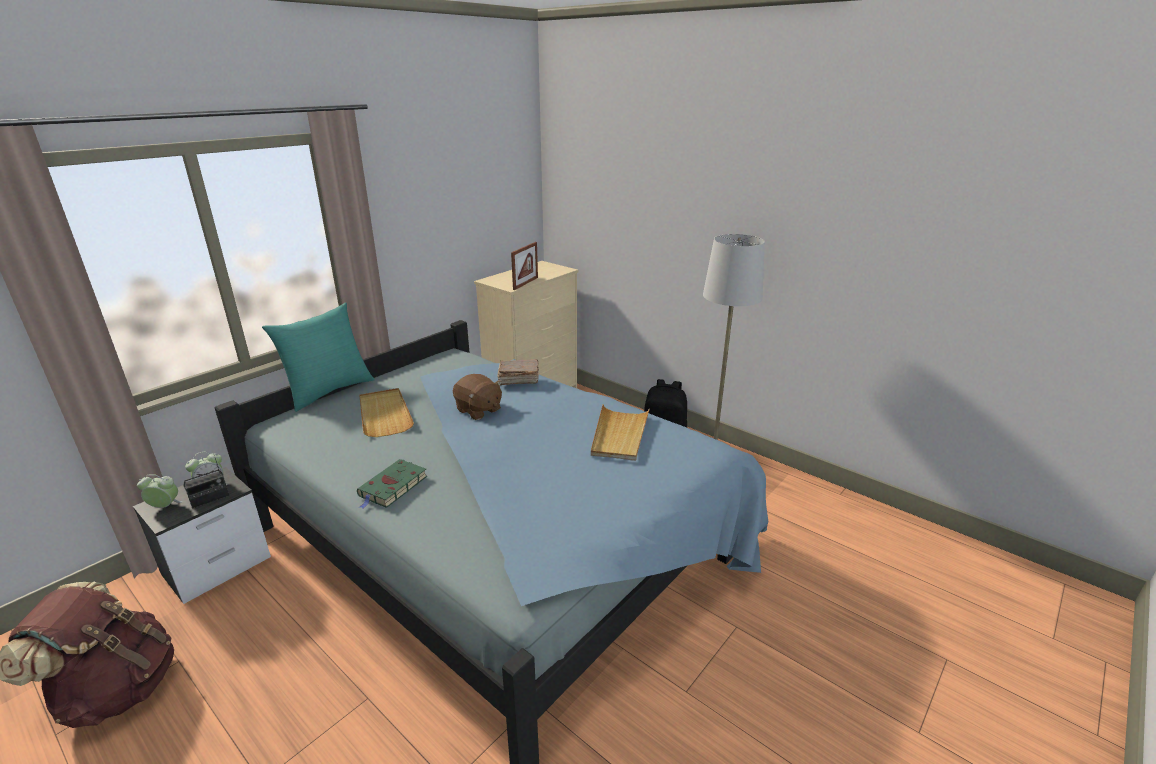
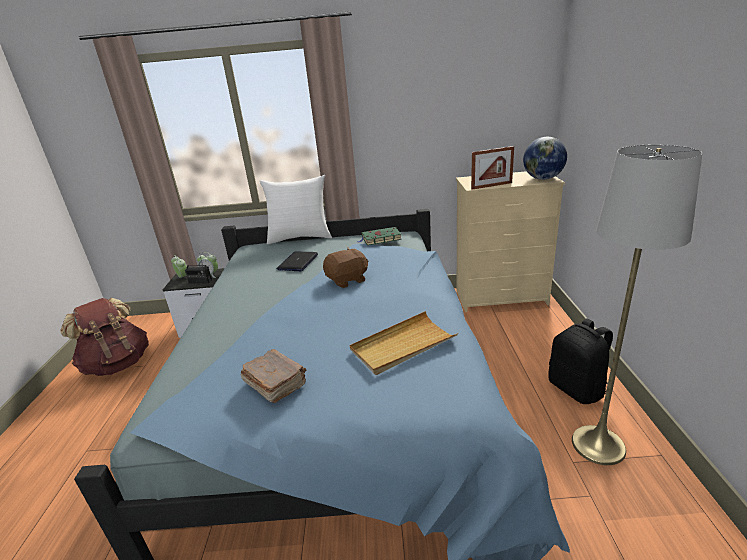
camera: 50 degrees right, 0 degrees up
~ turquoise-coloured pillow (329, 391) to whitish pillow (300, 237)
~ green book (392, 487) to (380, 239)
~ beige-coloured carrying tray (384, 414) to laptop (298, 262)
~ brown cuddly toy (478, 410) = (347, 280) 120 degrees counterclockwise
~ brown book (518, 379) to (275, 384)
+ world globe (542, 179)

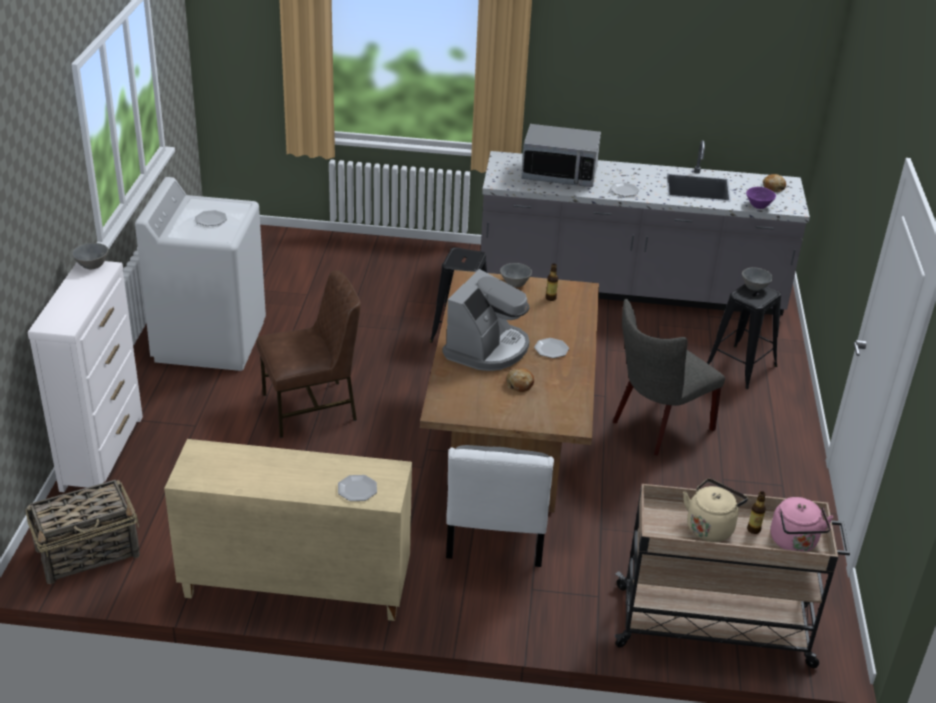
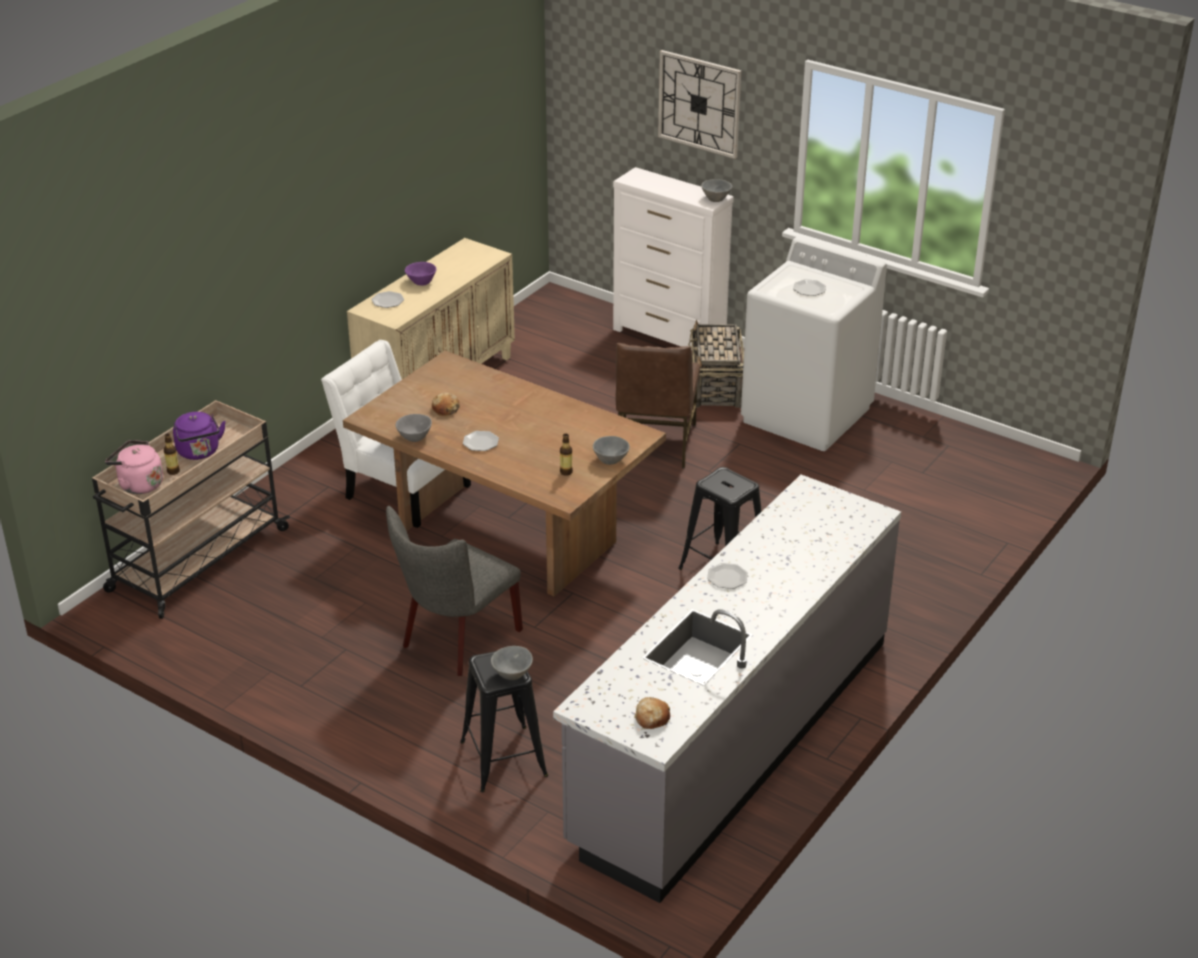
camera: 120 degrees right, 0 degrees up
~ basket (89, 552) to (715, 387)
- coffee machine (487, 349)
- microwave (559, 175)
~ gray chair (657, 427) = (456, 641) 135 degrees counterclockwise
~ beige-coloured tea kettle (710, 527) to purple tea kettle (199, 452)
~ purple deep dish (757, 206) to (421, 281)
+ gray deep dish (414, 437)
+ clock on the wall (699, 103)

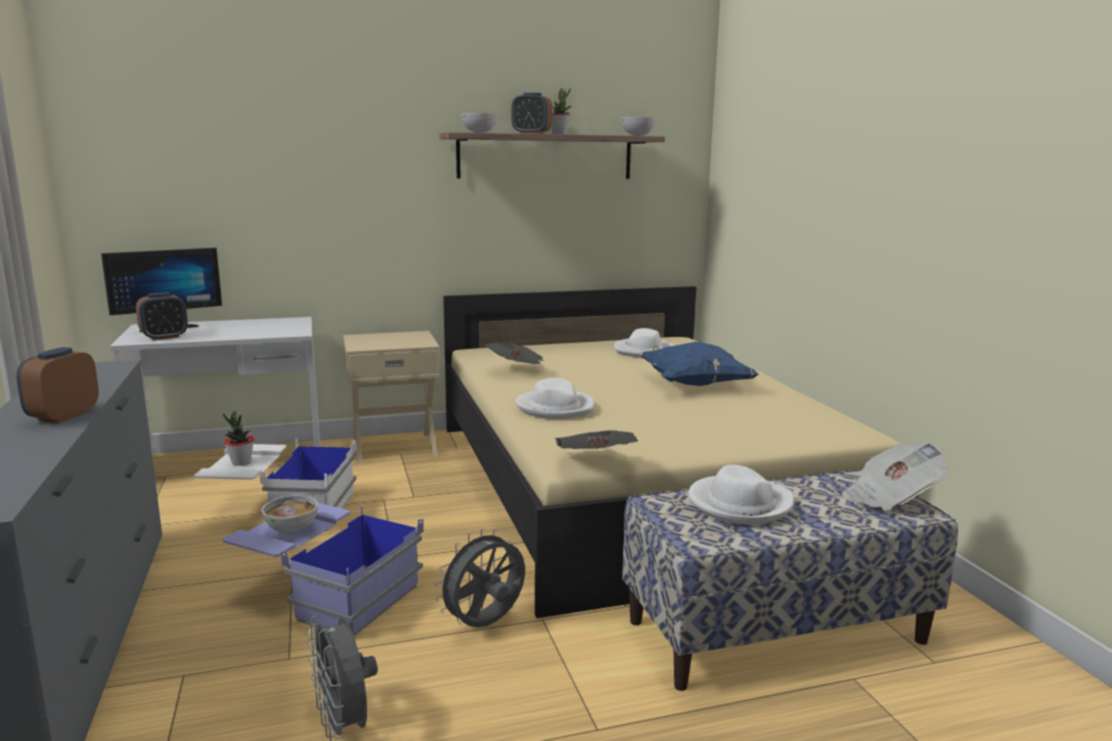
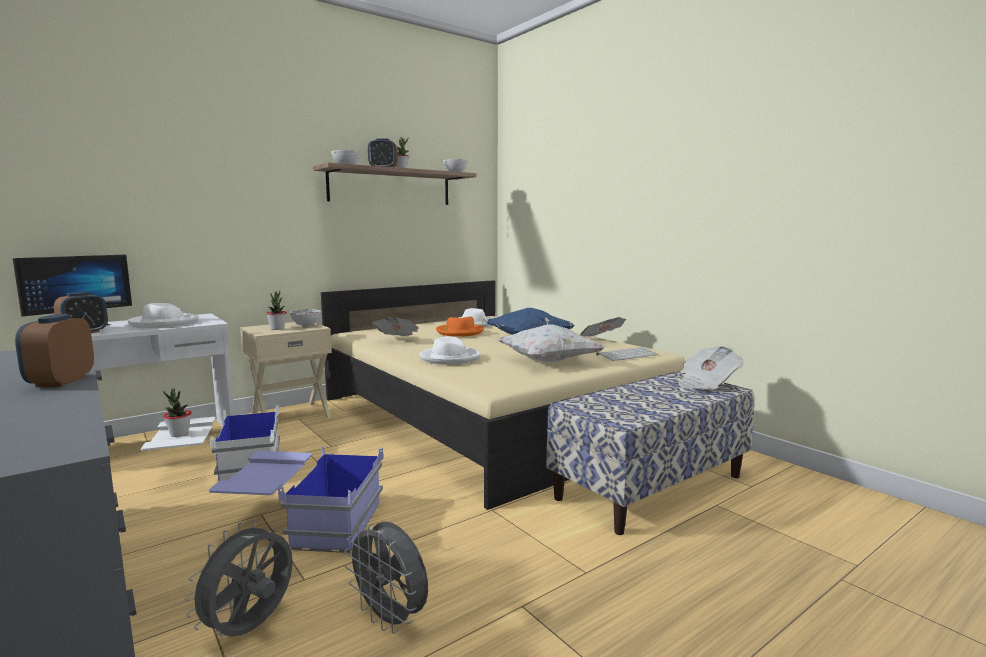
camera: 20 degrees left, 5 degrees down
~ deep dish (292, 530) to (306, 325)
~ gray cooling fan (485, 625) to (251, 629)
~ printed paper (595, 463) to (601, 340)
~ whitish wearable hat (739, 504) to (163, 323)
+ potted plant (277, 329)
+ orange wearable hat (459, 332)
+ whitish pillow (548, 361)
+ PC keyboard (627, 354)

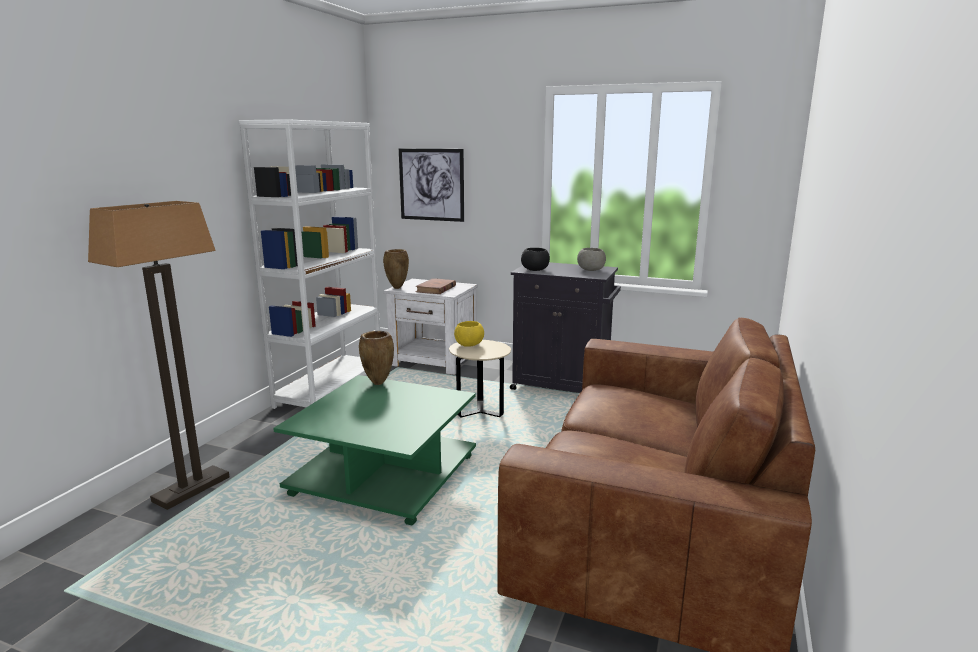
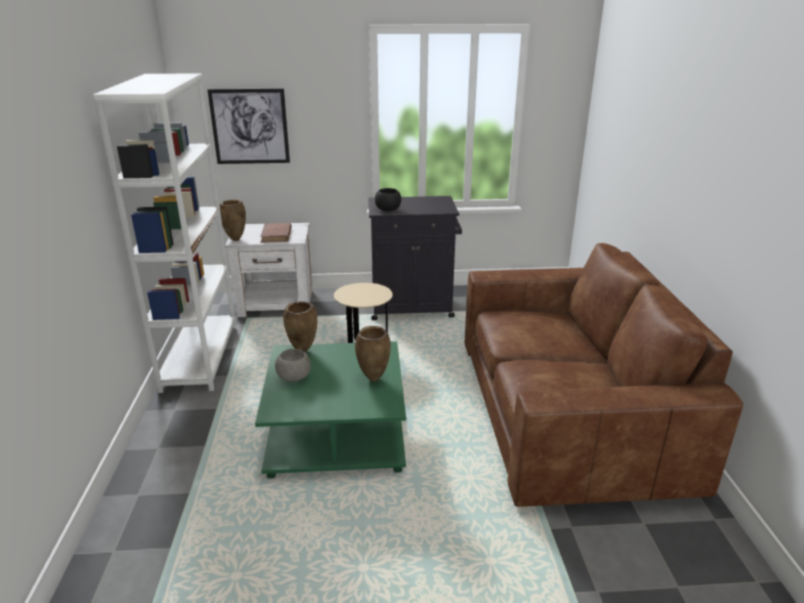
camera: 25 degrees left, 10 degrees up
- standard lamp (192, 488)
- yellowish deep dish (469, 345)
~ gray deep dish (590, 270) to (293, 377)
+ brown vase (373, 379)

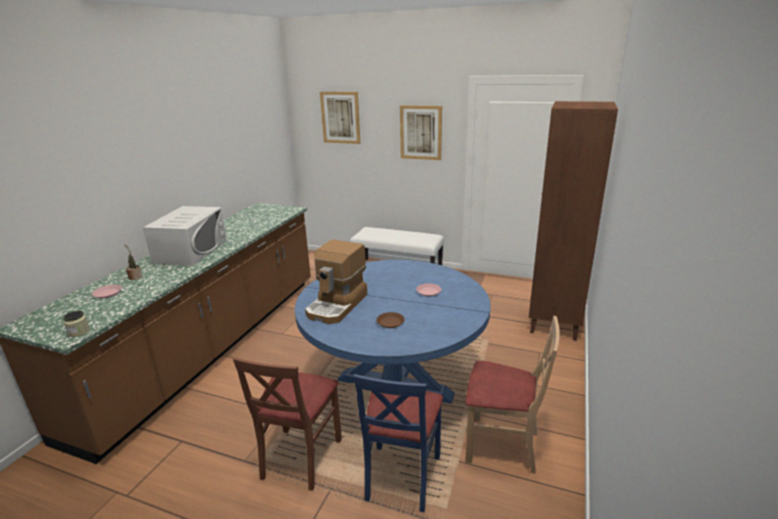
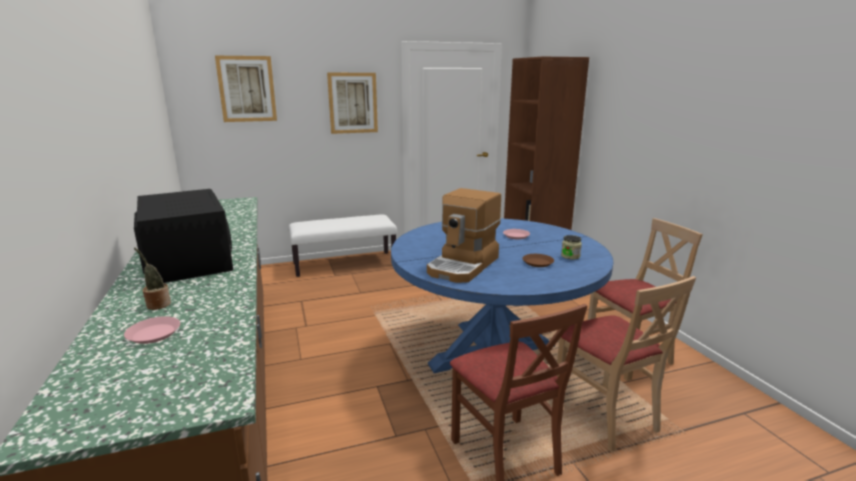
camera: 40 degrees left, 5 degrees down
~ storage jar (79, 332) to (570, 256)
~ whitish microwave (191, 251) to black-coloured microwave (188, 259)
~ coffee machine (337, 305) = (464, 266) 45 degrees clockwise
~ blue chair (401, 476) to beige-coloured chair (605, 416)

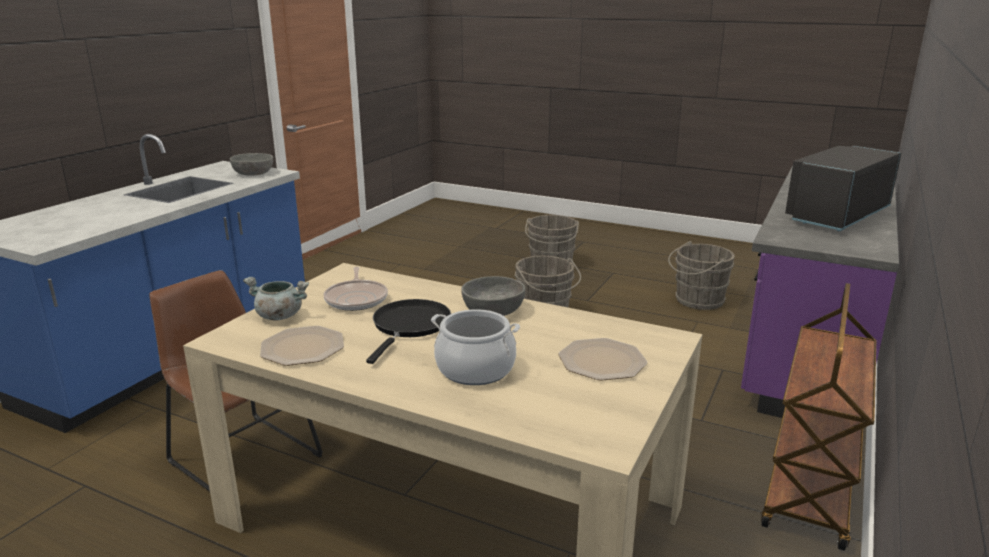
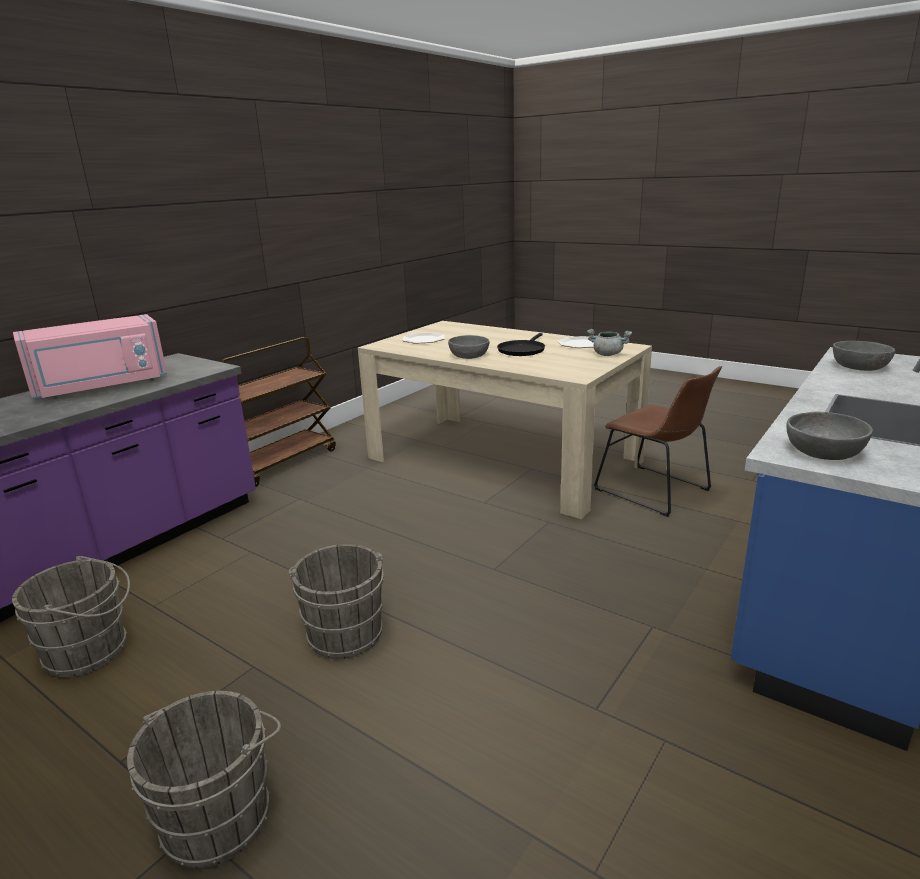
camera: 170 degrees left, 0 degrees up
- frying pan (357, 299)
- cooking pot (475, 369)
~ black-coloured microwave (835, 215) to pinkish microwave (101, 386)
+ gray deep dish (859, 367)

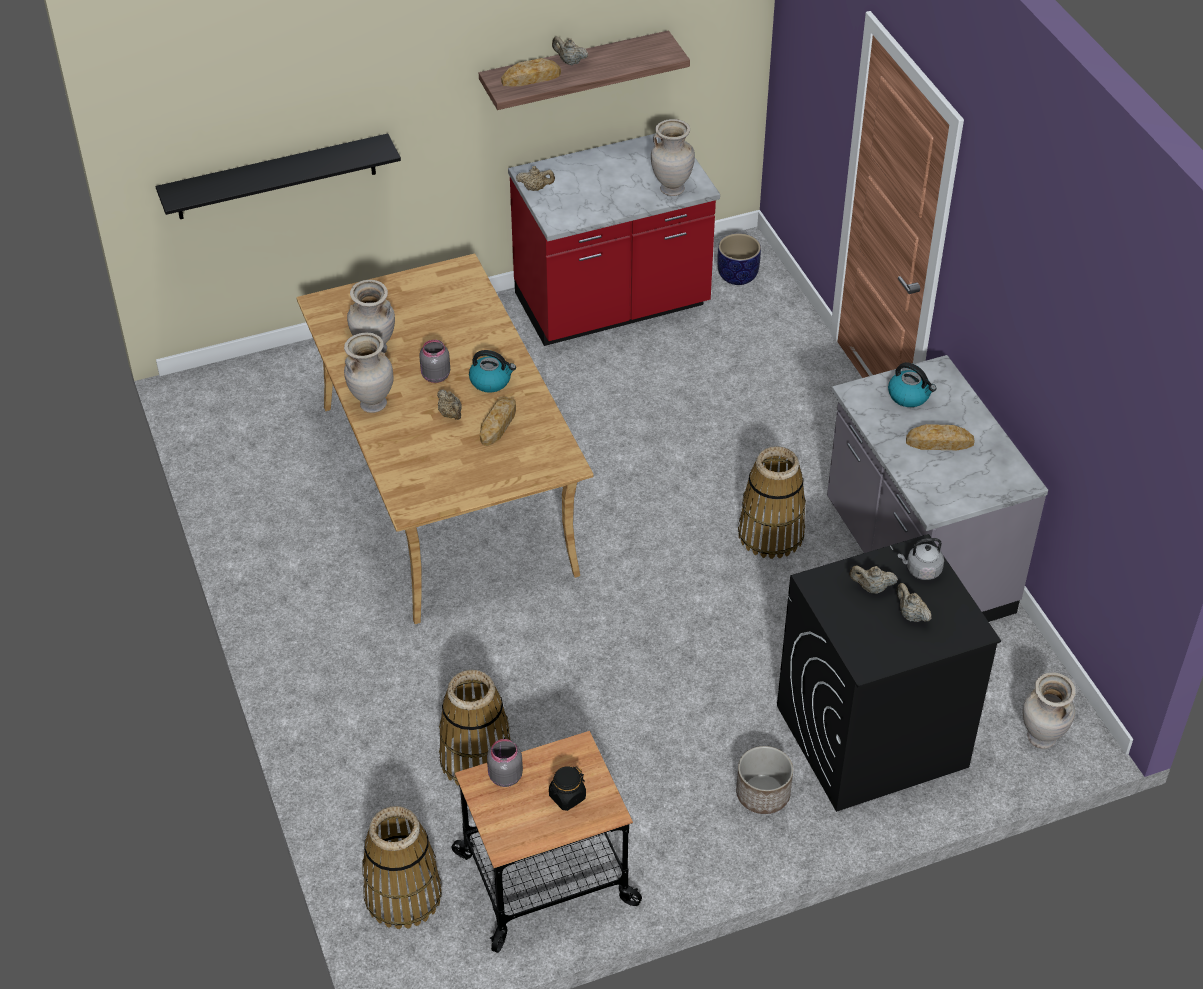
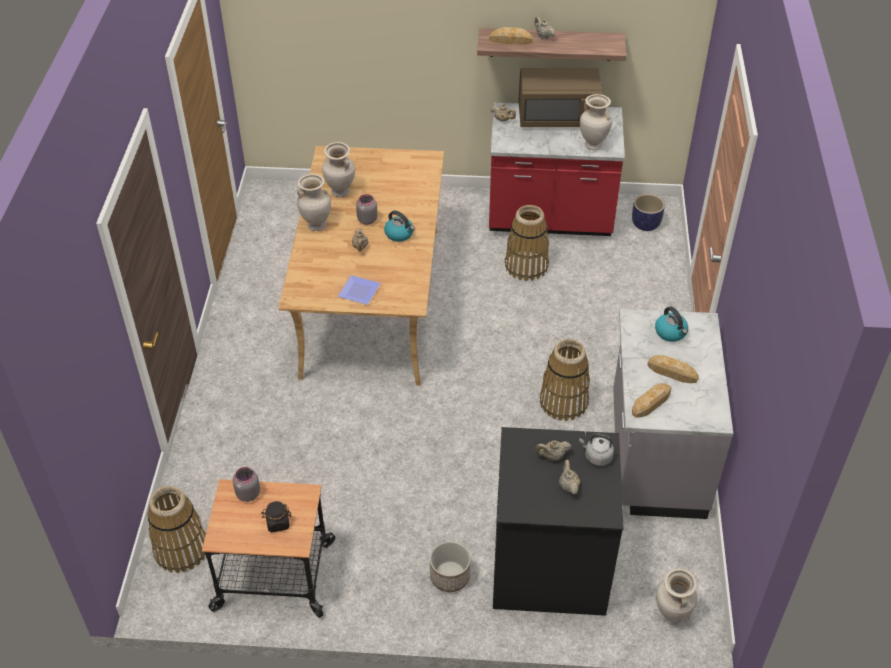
camera: 25 degrees right, 0 degrees up
- black-coloured shelf (276, 177)
~ basket (476, 758) to (526, 266)
~ bakery bread (498, 424) to (651, 402)
~ beige-coloured teapot (871, 588) = (552, 456) 45 degrees counterclockwise
+ plate (358, 290)
+ brown microwave (558, 117)

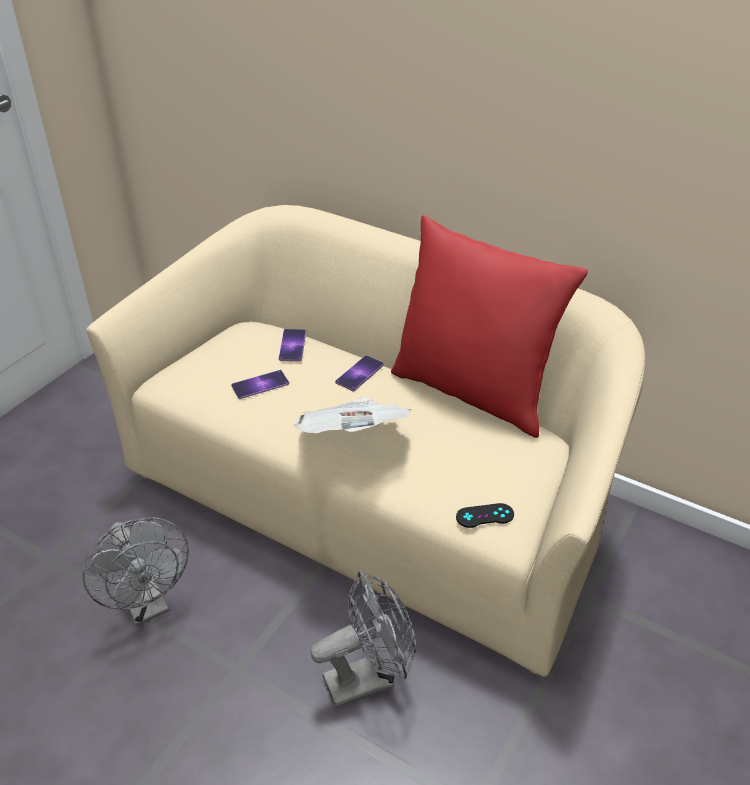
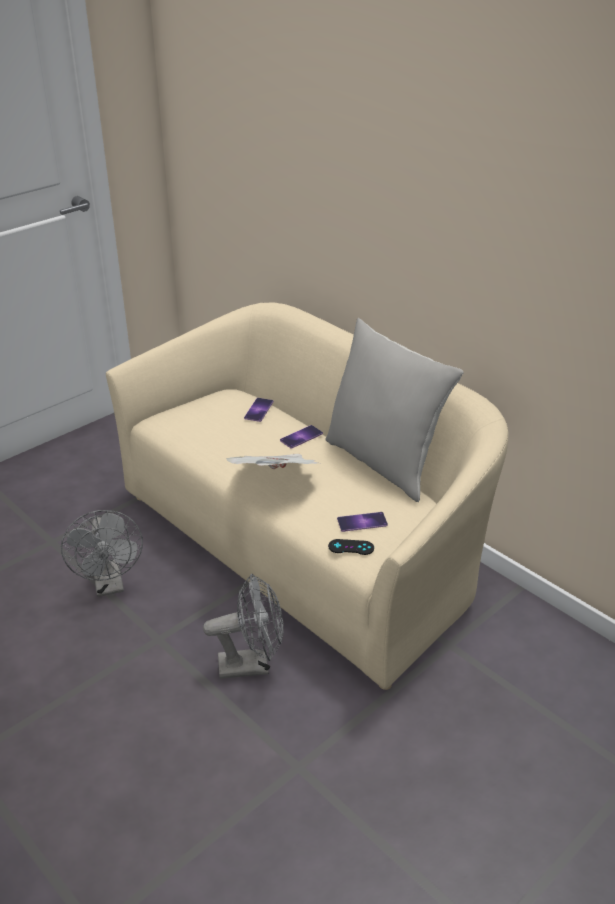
camera: 15 degrees right, 5 degrees down
~ handset (260, 384) to (362, 522)
~ reddish pillow (473, 391) to gray pillow (384, 463)

